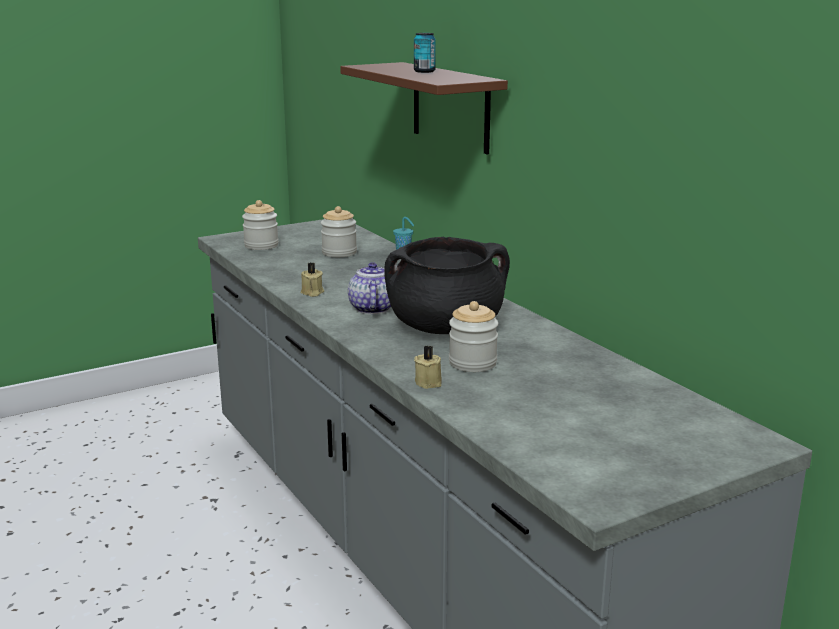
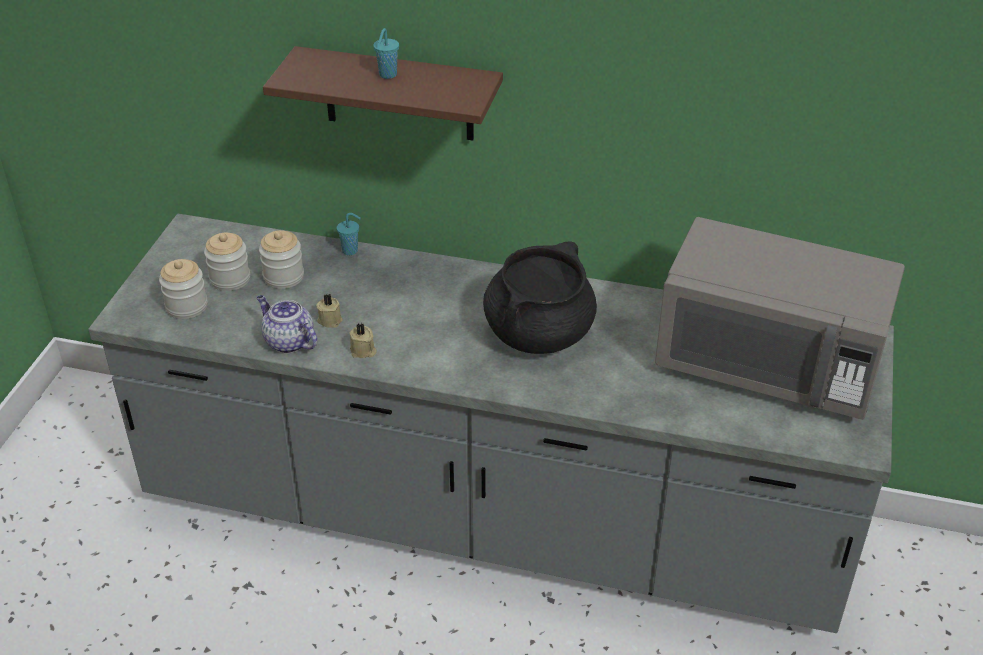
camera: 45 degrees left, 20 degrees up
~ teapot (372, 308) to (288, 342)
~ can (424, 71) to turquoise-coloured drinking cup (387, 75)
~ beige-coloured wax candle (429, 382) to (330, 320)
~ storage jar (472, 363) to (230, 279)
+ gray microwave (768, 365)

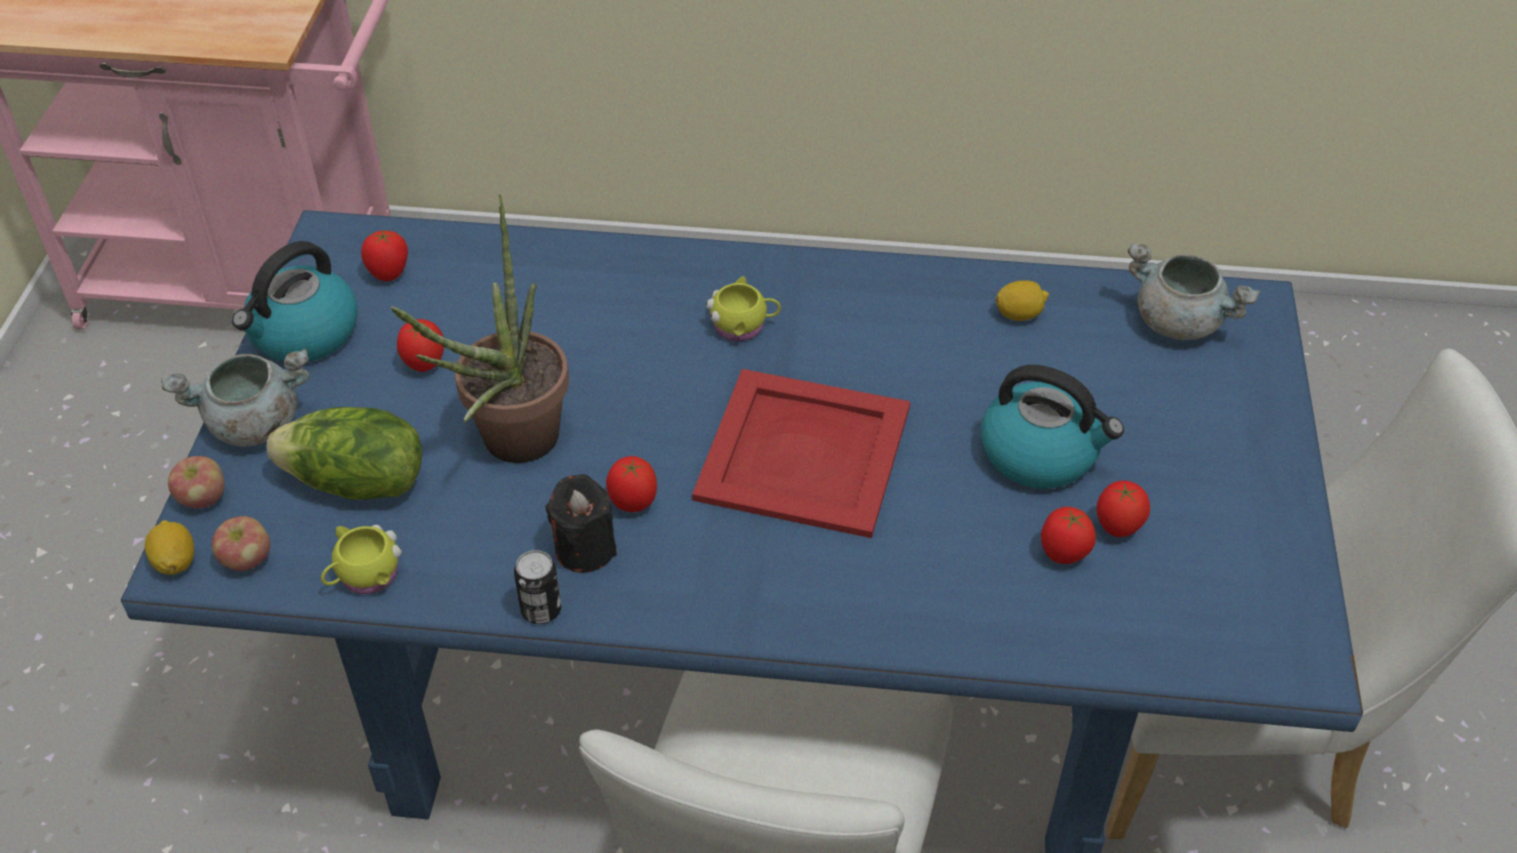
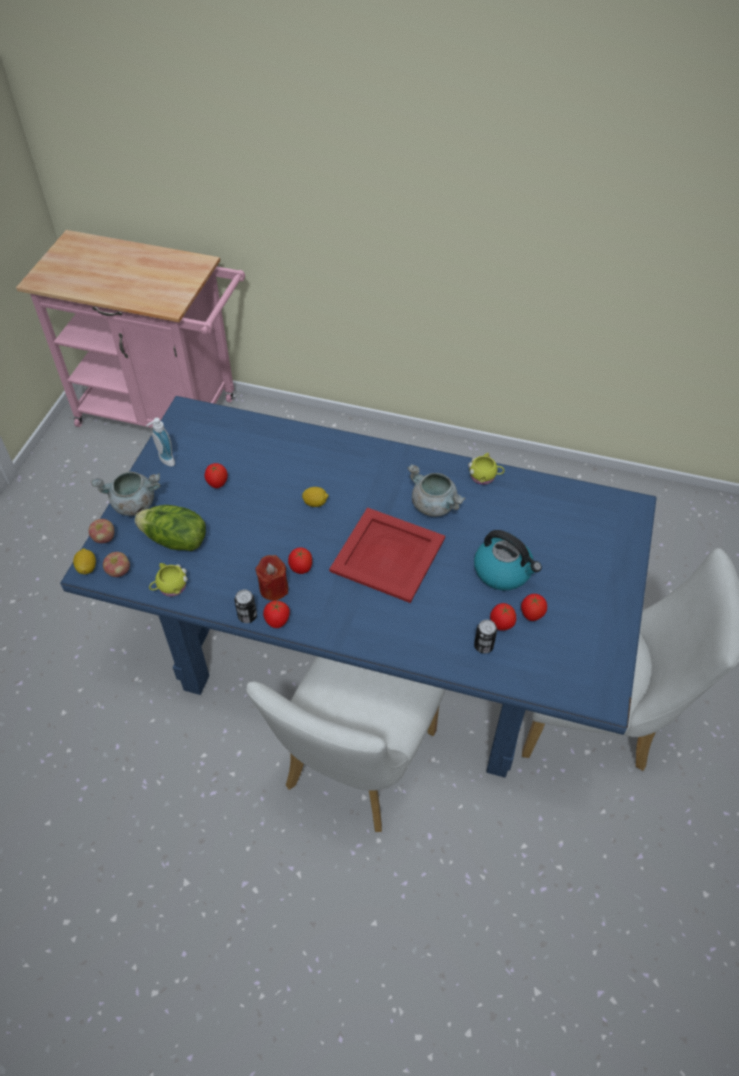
camera: 10 degrees right, 5 degrees up
~ tea kettle (304, 334) to soap dispenser (164, 461)
~ fresh tomato (389, 275) to (277, 622)
- potted plant (510, 447)
~ black-coloured wax candle (585, 549) to reddish wax candle (274, 588)
~ yellowish mug (743, 326) to (484, 476)
~ citrus fruit (1019, 314) to (315, 503)
~ gray cooking pot (1180, 322) to (435, 505)
+ can (483, 646)

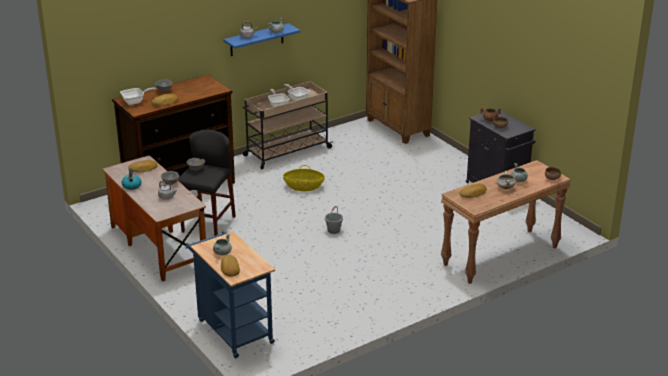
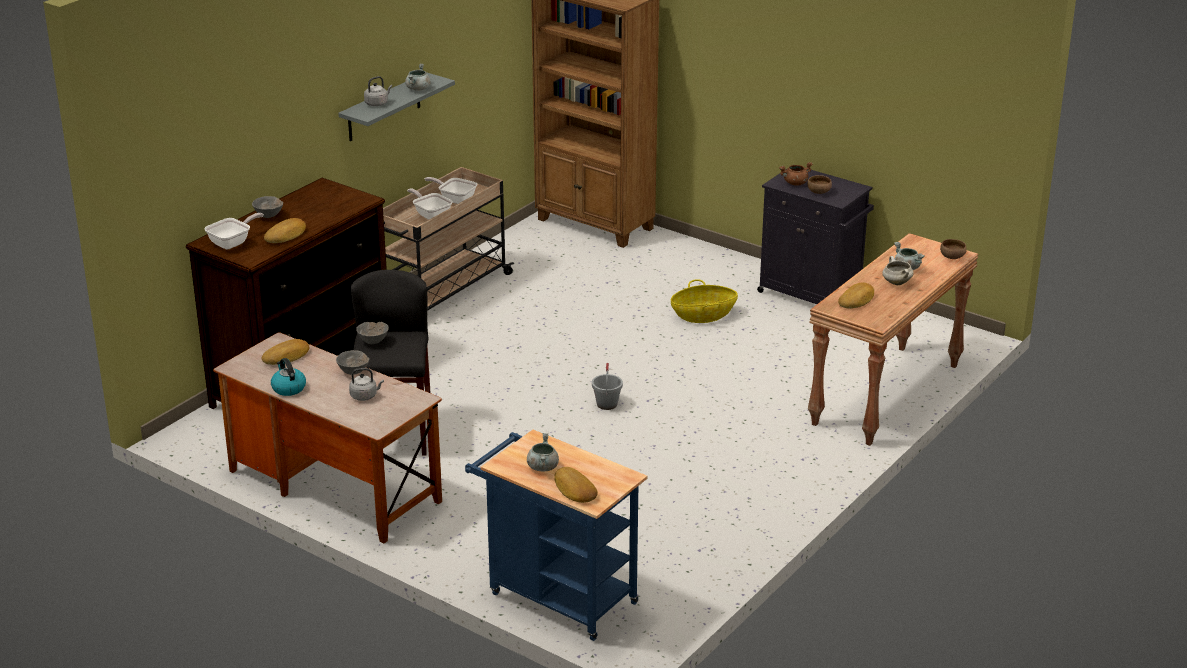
camera: 20 degrees left, 0 degrees up
~ blue shelf (256, 40) to gray shelf (384, 107)
~ basket (304, 187) to (703, 315)

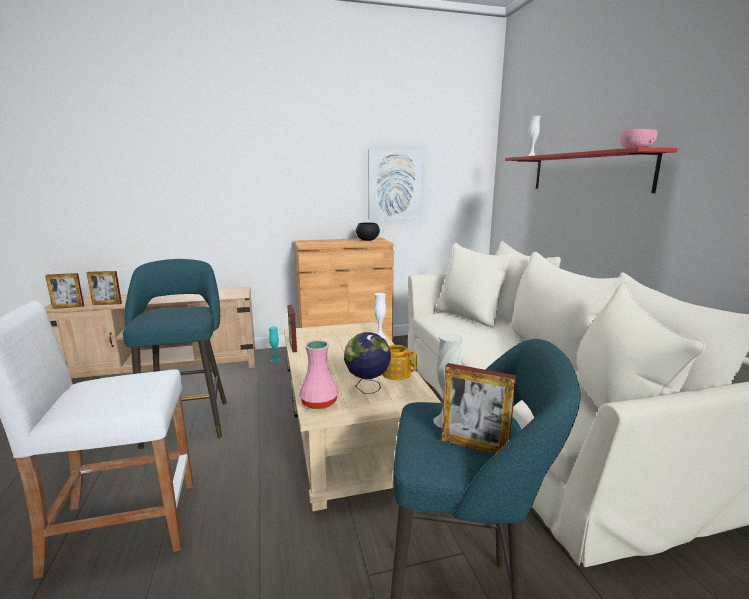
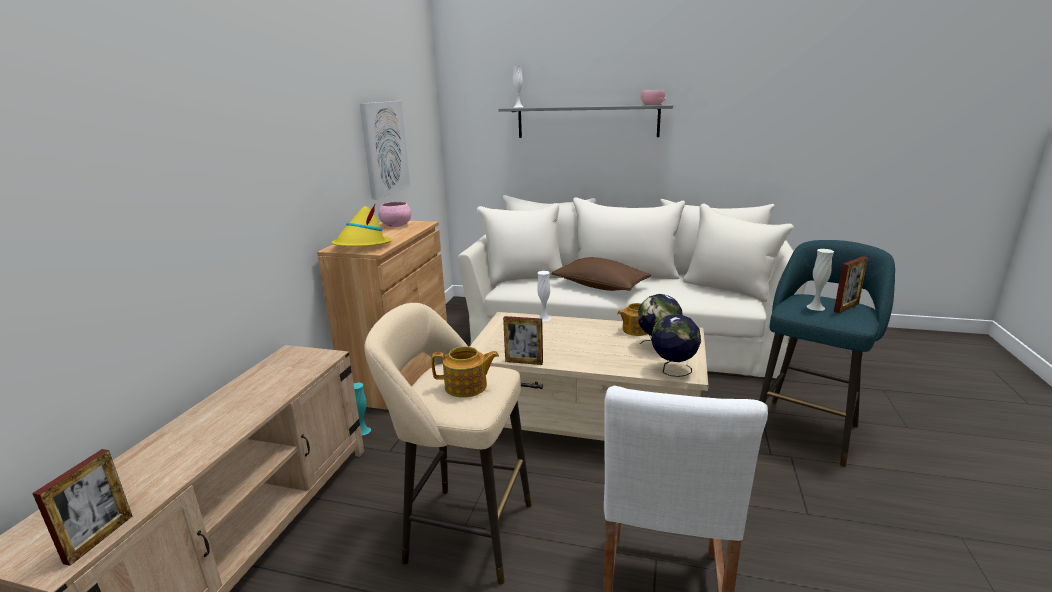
camera: 60 degrees left, 5 degrees up
- picture frame (107, 304)
~ turquoise-coloured stool (187, 420) to beige-coloured stool (462, 530)
~ pinkish vase (318, 403) to world globe (673, 371)
~ black-coloured deep dish (367, 240) to pinkish deep dish (396, 226)
~ reddish shelf (587, 172) to gray shelf (587, 121)
+ yellowish wearable hat (362, 246)
+ teapot (467, 387)
+ brown pillow (600, 286)

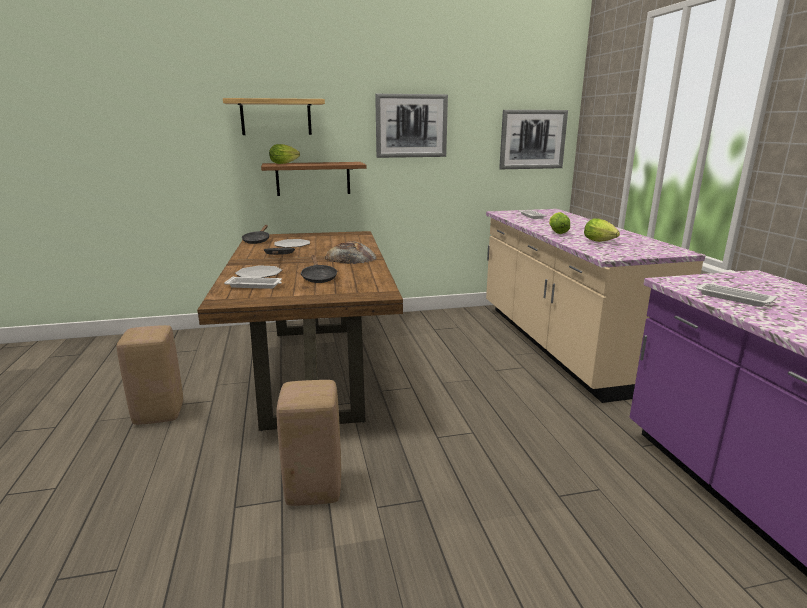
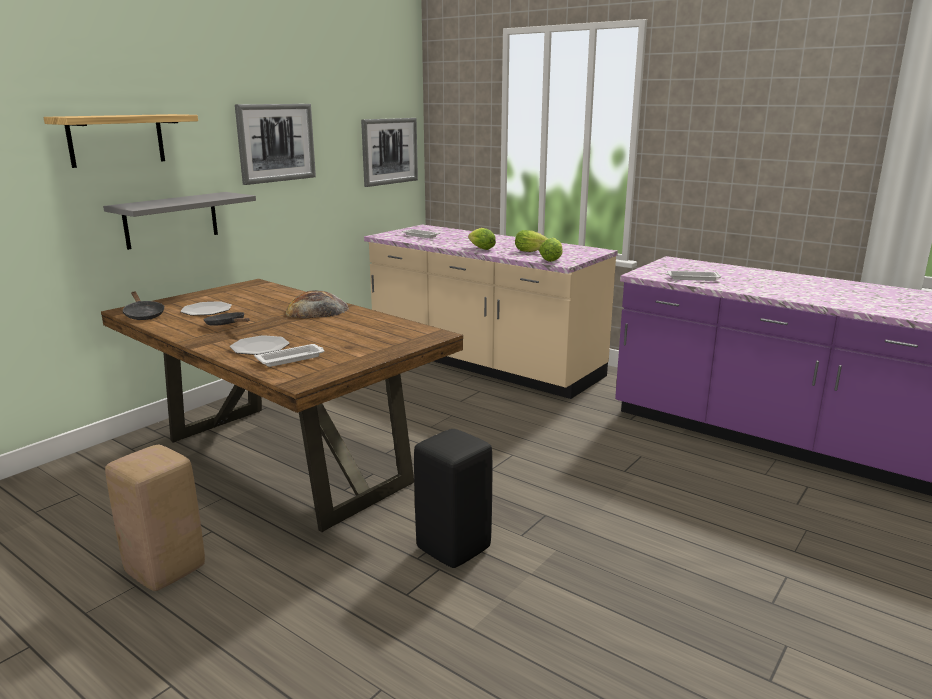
camera: 40 degrees left, 0 degrees up
~ brown shelf (313, 178) to gray shelf (171, 220)
~ lettuce head (285, 163) to (552, 259)
~ beige-coloured stool (313, 490) to black-coloured stool (453, 550)
- black-coloured frying pan (318, 278)

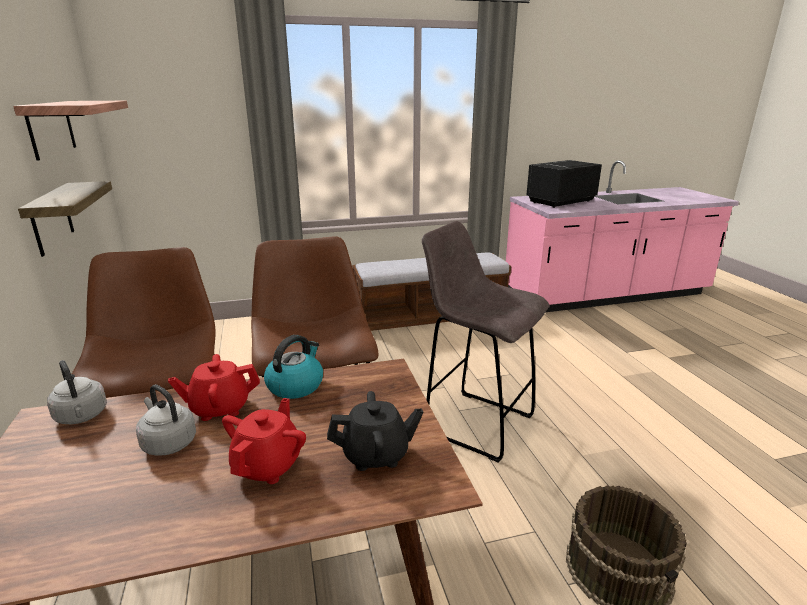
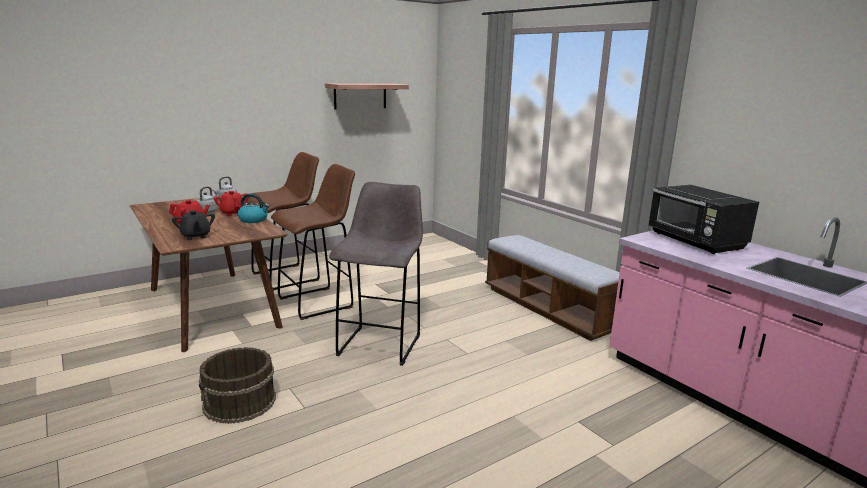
camera: 70 degrees right, 5 degrees down
- shelf (51, 219)
~ black-coloured microwave (559, 201) = (695, 242) 150 degrees counterclockwise

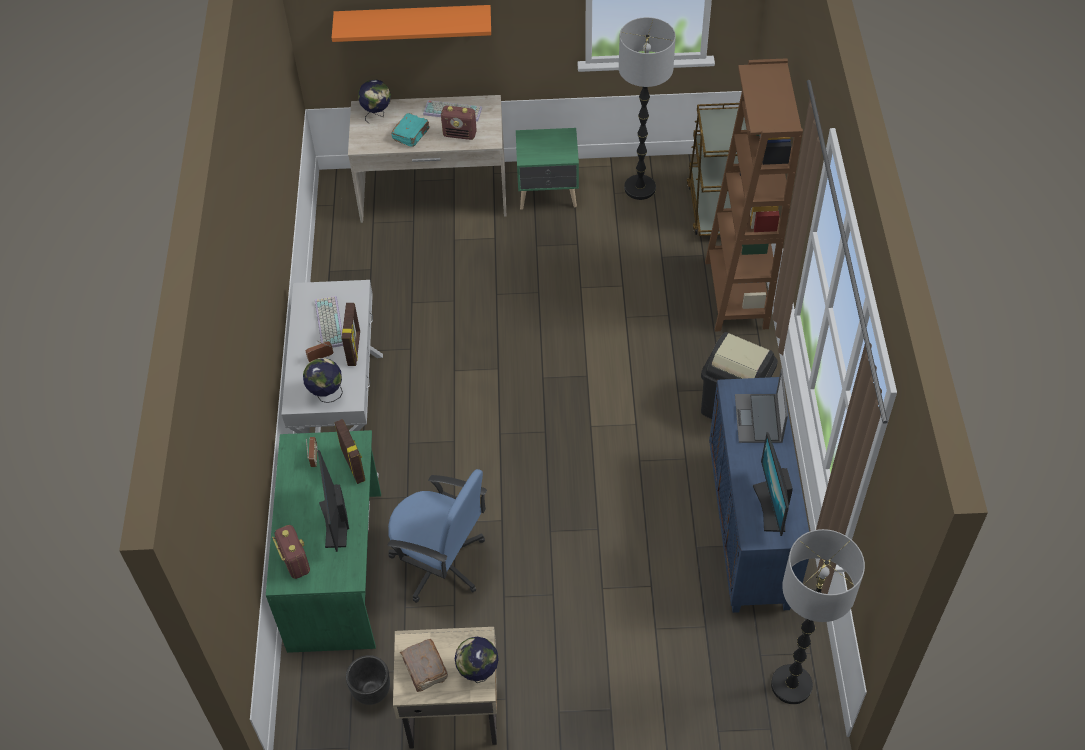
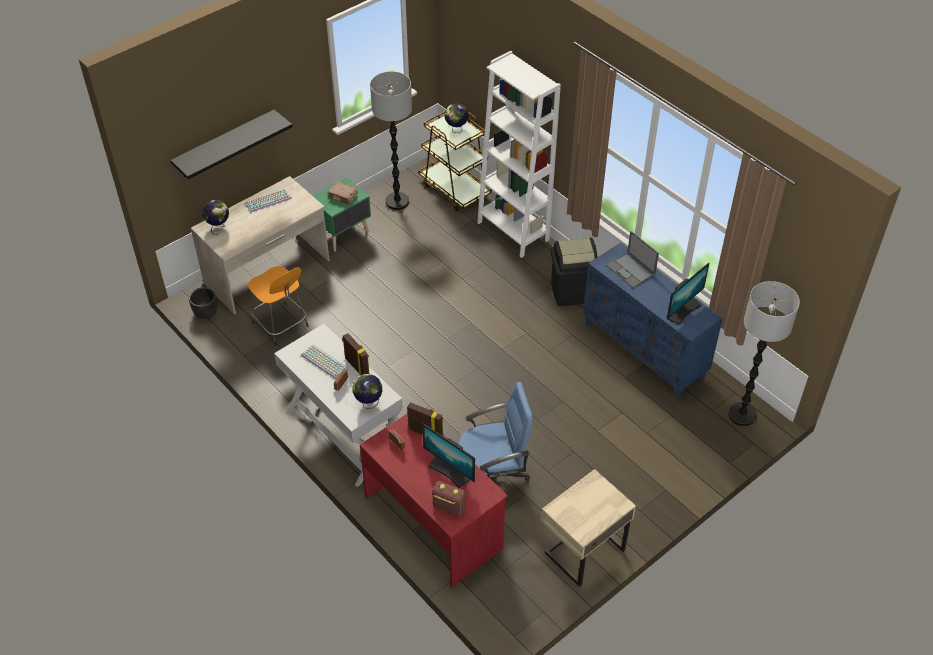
camera: 40 degrees left, 5 degrees down
~ green desk unit (337, 570) to reddish desk unit (434, 521)
~ orange shelf (413, 21) to black-coloured shelf (225, 144)
~ black-coloured planter (371, 690) to (206, 313)
- turquoise-coloured book (411, 135)
~ brown book (424, 669) to (343, 197)
- radio set (460, 134)
~ world globe (478, 673) to (456, 130)
~ brown bookcase (736, 294) to whitish bookcase (513, 231)
~ computer screen (771, 507) = (683, 310) 90 degrees counterclockwise
+ orange stool (281, 326)

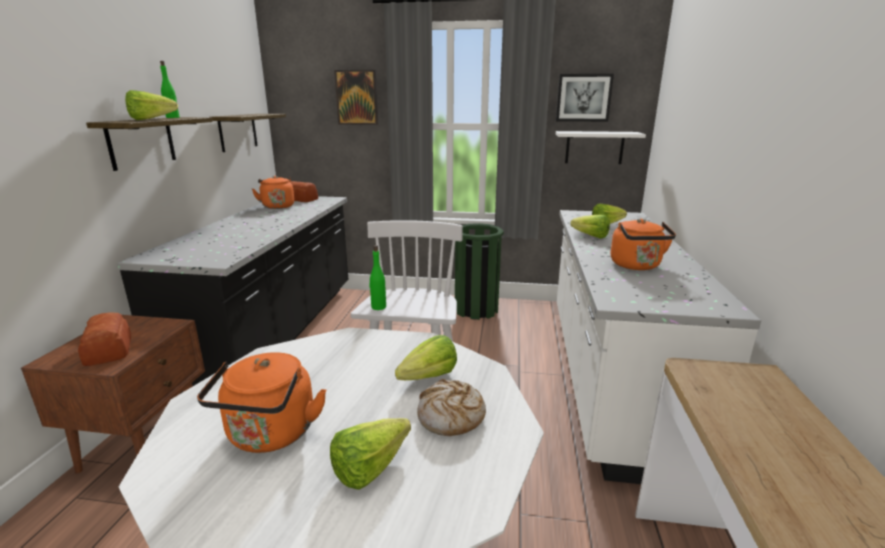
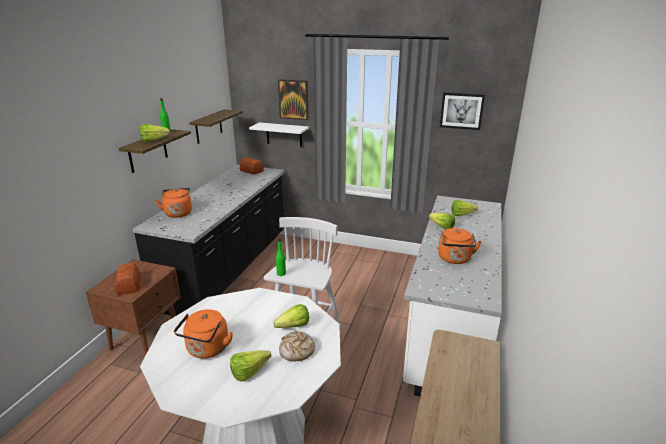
camera: 10 degrees right, 5 degrees up
~ orange tea kettle (277, 206) to (178, 213)
- green rubbish bin (476, 309)
~ whitish shelf (594, 147) to (284, 135)

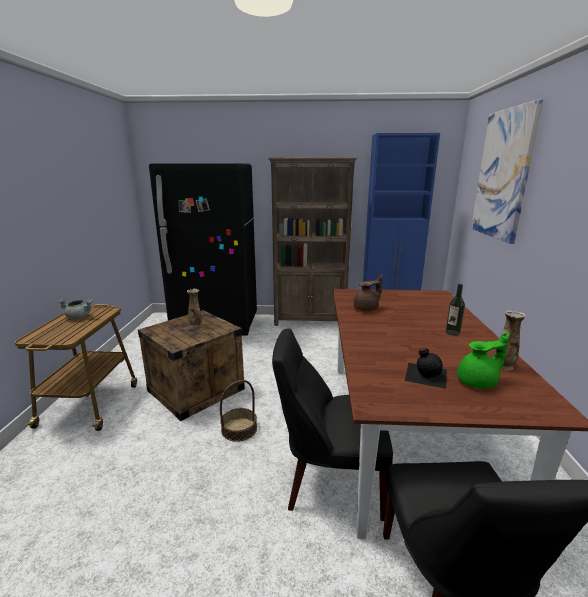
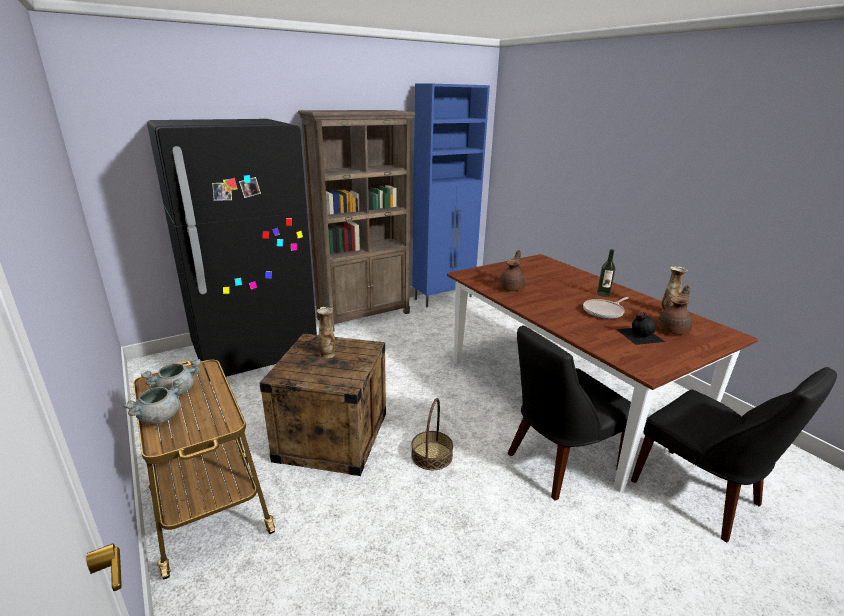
camera: 35 degrees left, 5 degrees up
~ green teapot (478, 382) to brown teapot (673, 330)
- wall art (503, 175)
+ gray cooking pot (159, 417)
+ frying pan (604, 312)

